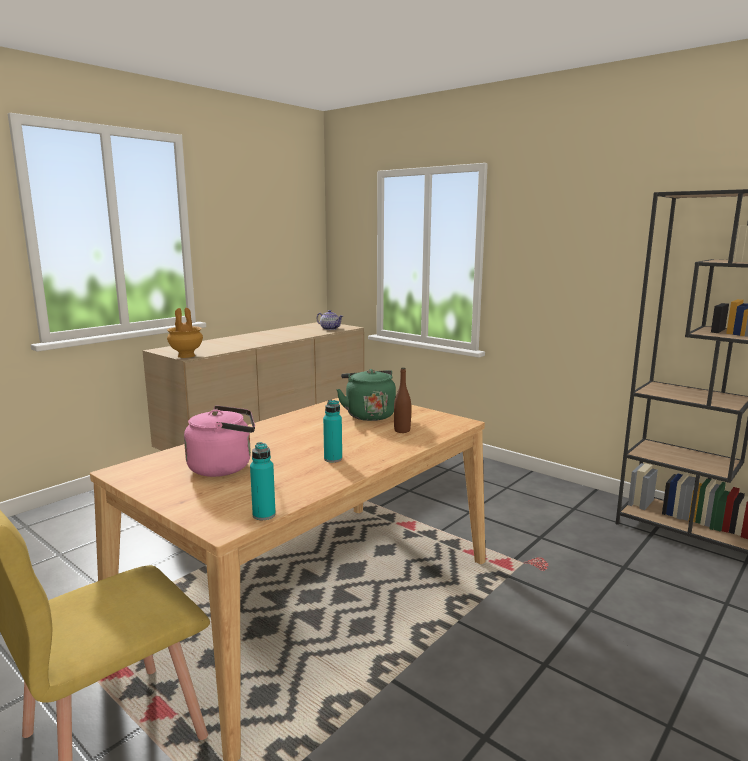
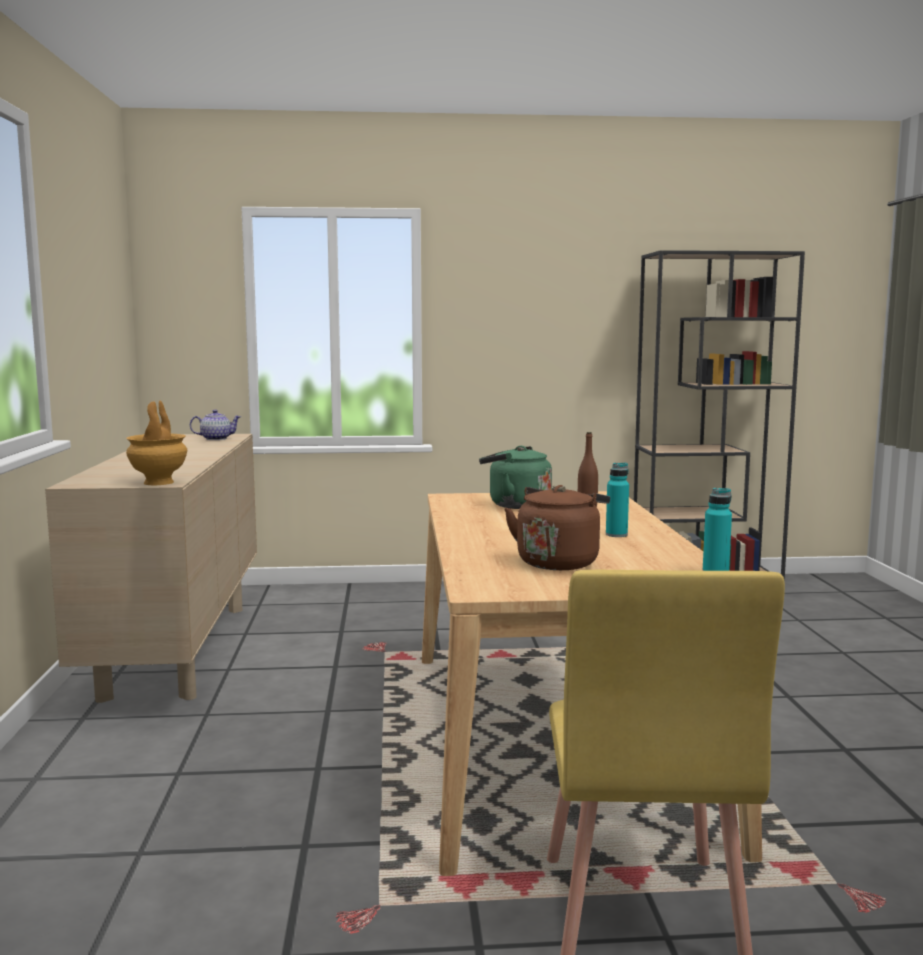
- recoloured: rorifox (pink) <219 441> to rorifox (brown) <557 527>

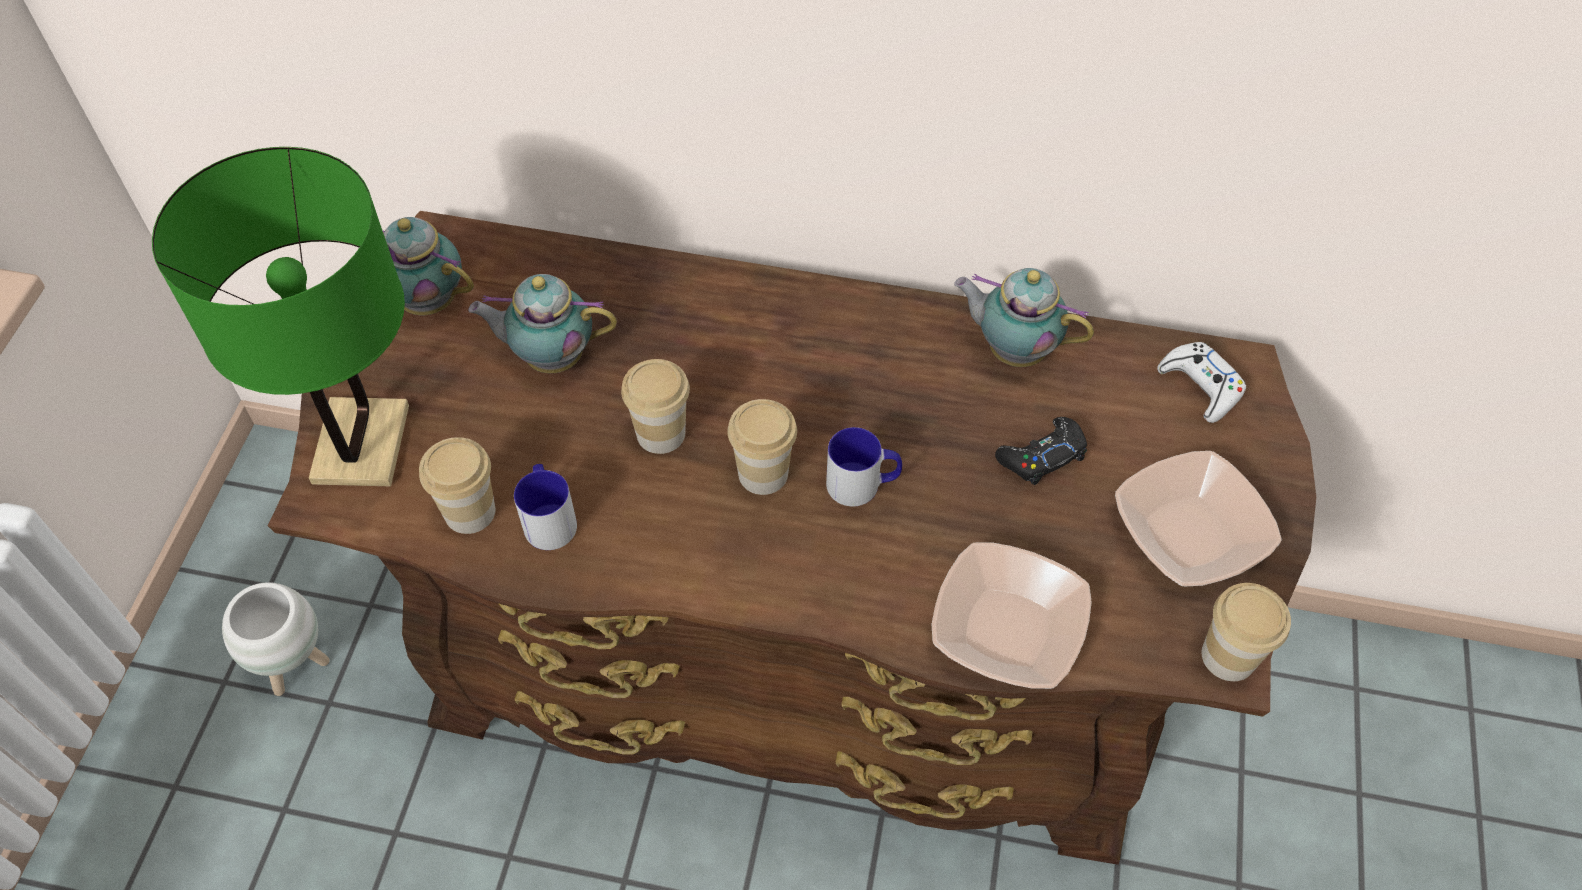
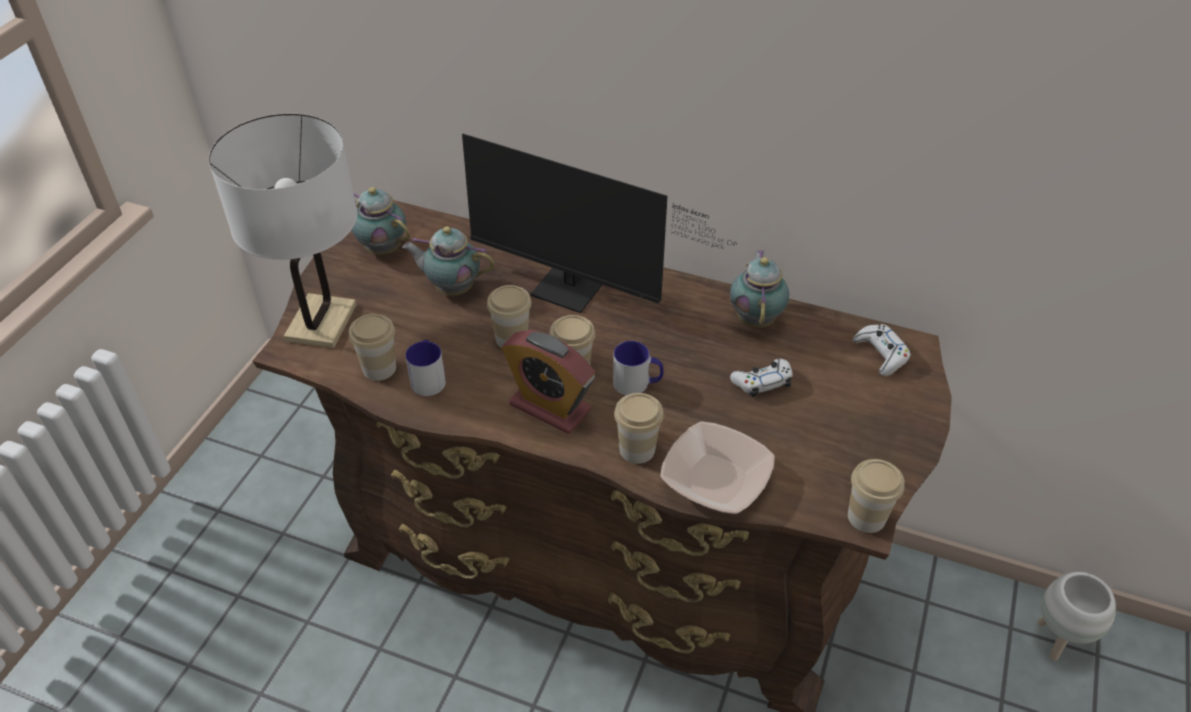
- removed: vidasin <1198 518>
- added: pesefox <598 223>
- added: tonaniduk <548 382>
- added: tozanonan <639 428>
- moved: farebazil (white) <276 639> to <1076 616>
- recoloured: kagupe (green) <280 316> to kagupe (white) <283 231>
- recoloured: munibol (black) <1041 451> to munibol (white) <761 378>
- turned: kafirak <1024 317> = <759 288> 60 degrees clockwise

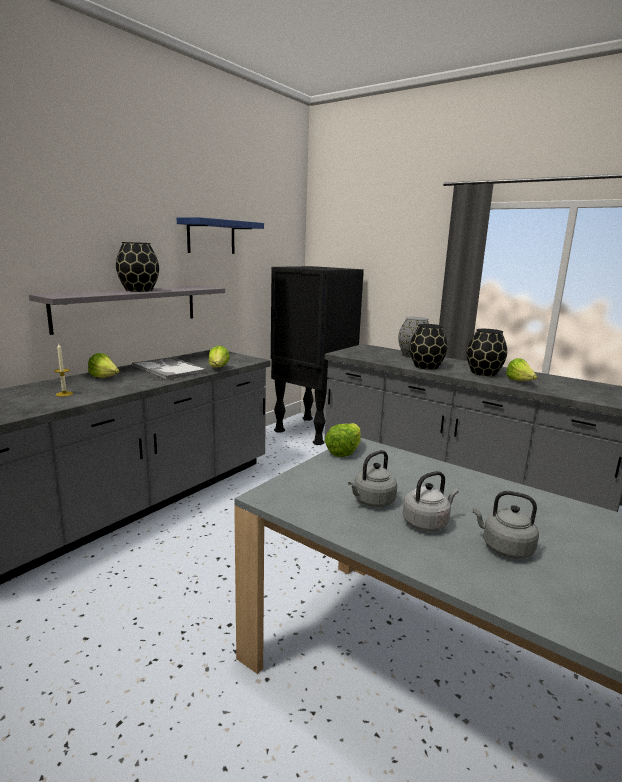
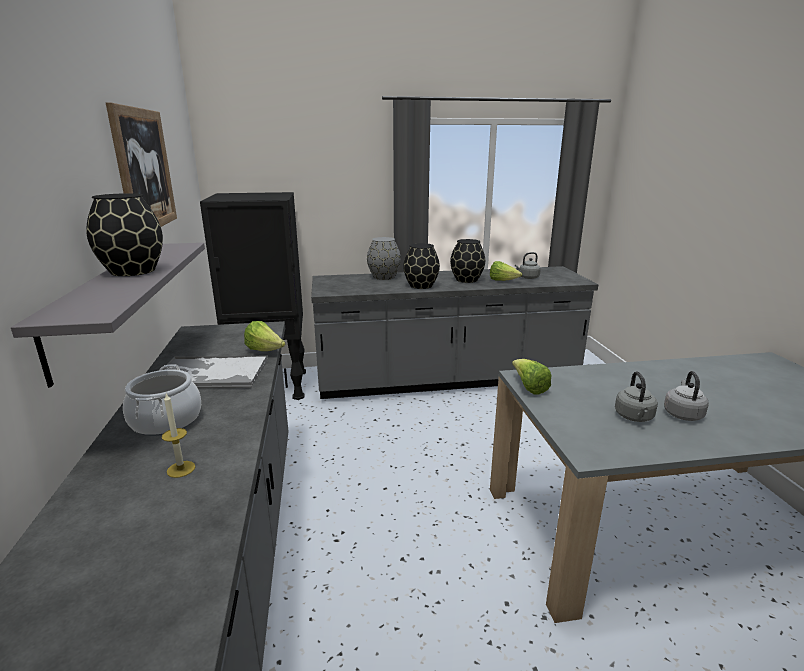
- moved: rorifox (grey) <506 525> to <528 265>
- replaced: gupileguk <103 365> to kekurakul <162 400>
- replaced: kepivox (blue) <220 235> to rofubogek <141 165>

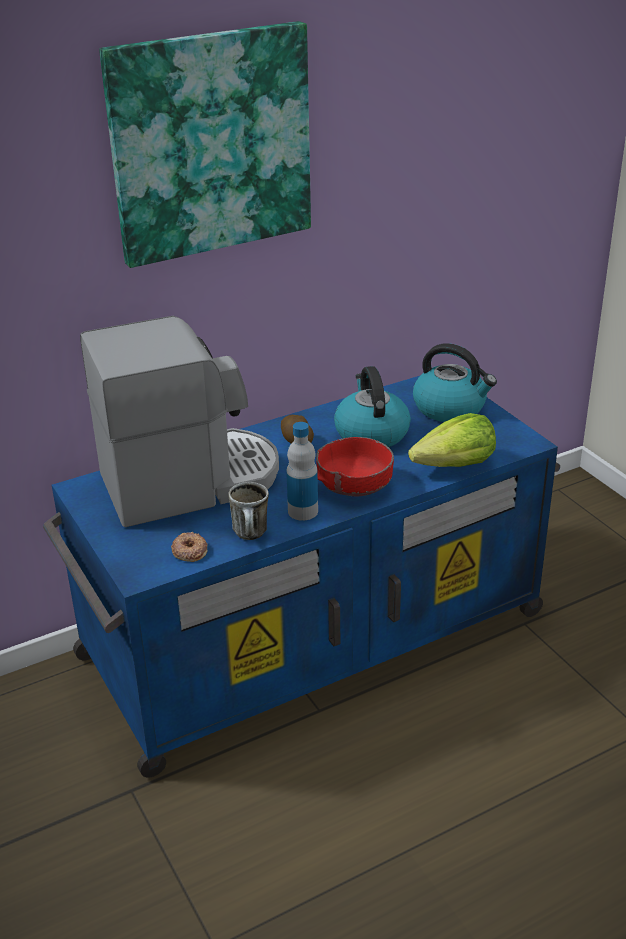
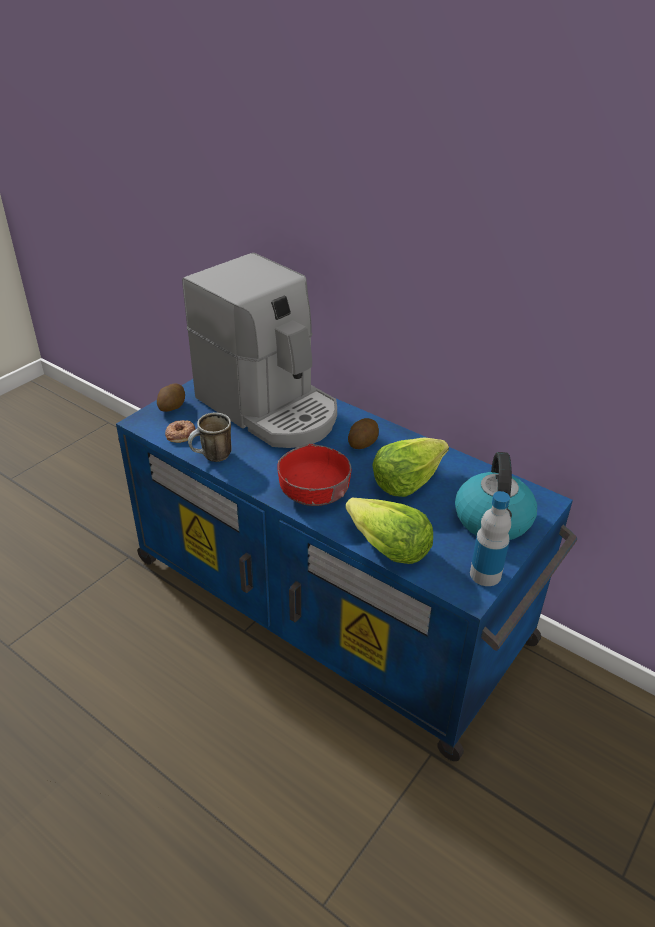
- removed: rofubogek <205 144>
- added: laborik <171 397>
- moved: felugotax <302 471> to <490 538>
- replaced: rorifox <372 406> to gupileguk <411 467>

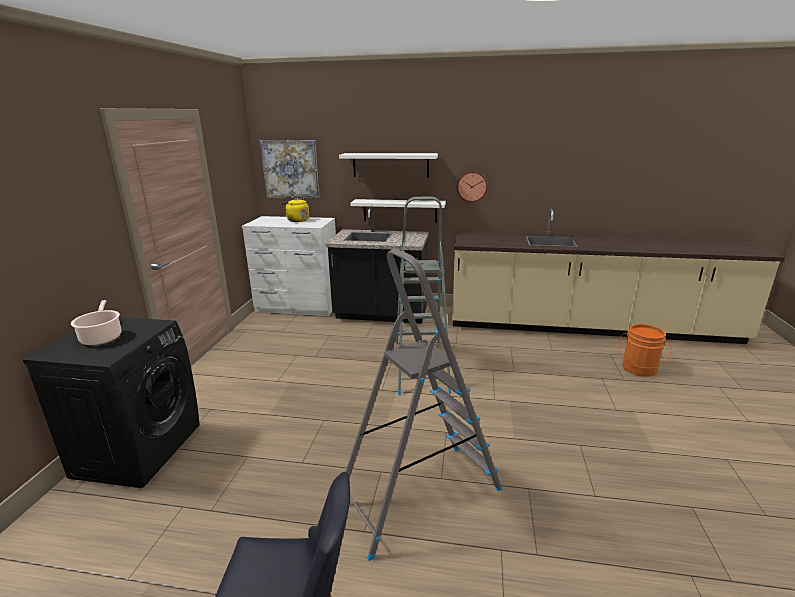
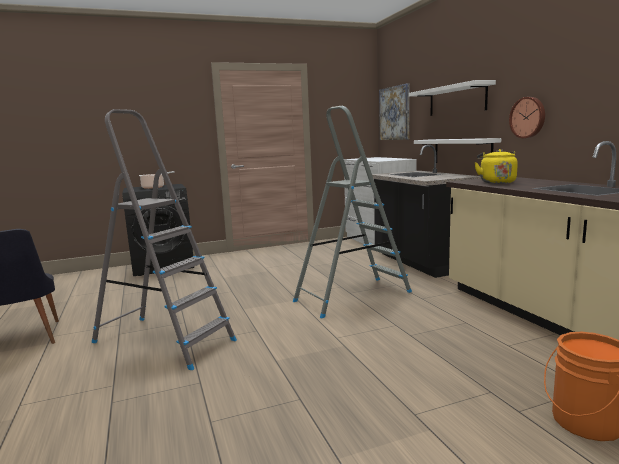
- moved: rorifox (yellow) <295 210> to <496 166>

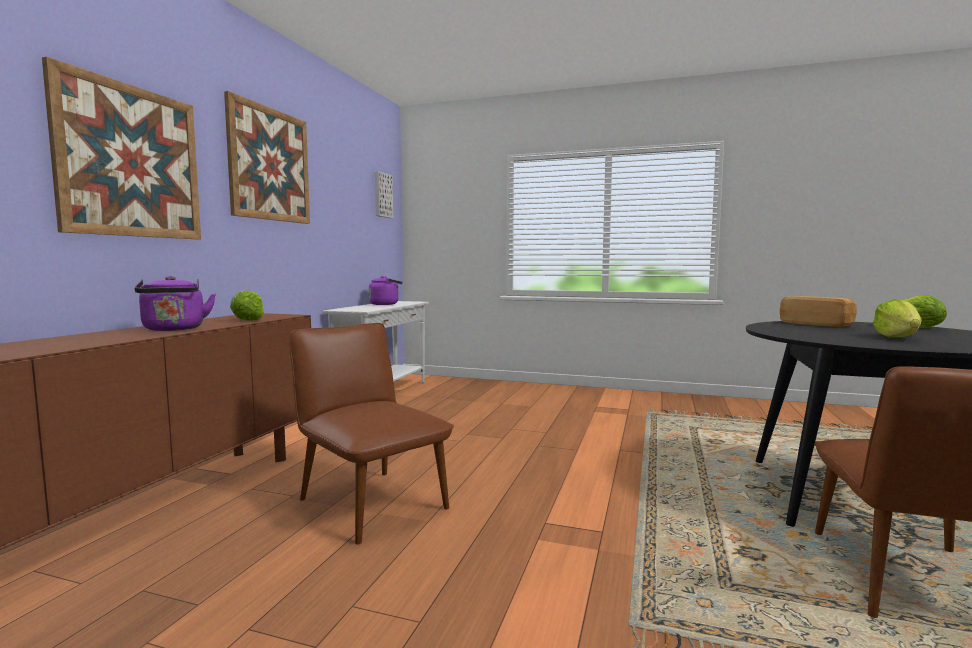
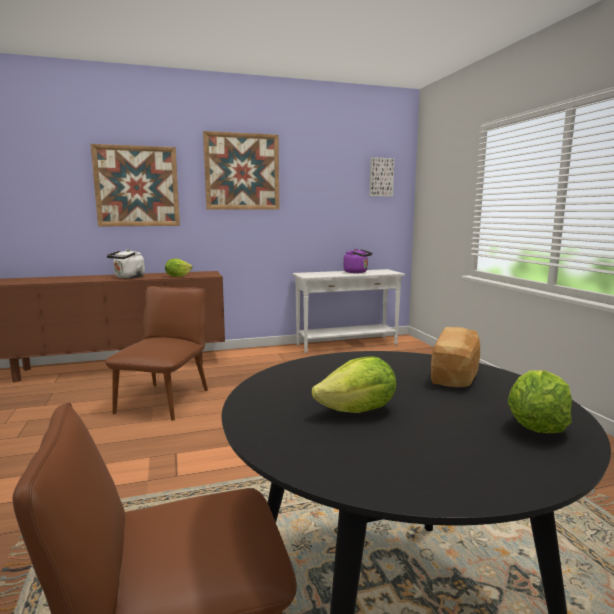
- recoloured: rorifox (purple) <175 303> to rorifox (white) <126 263>

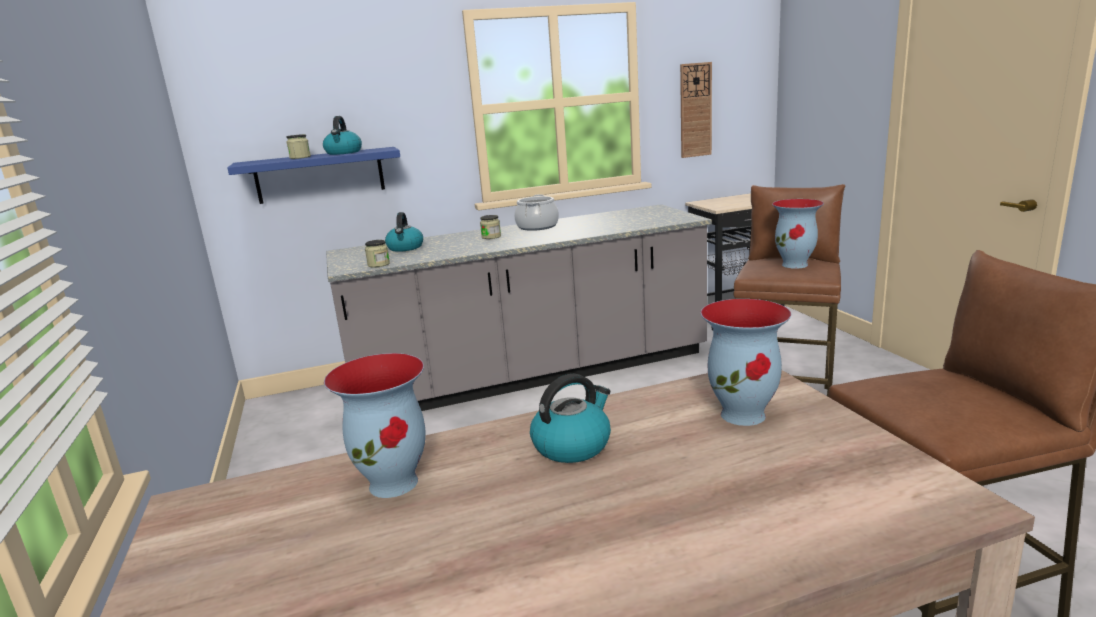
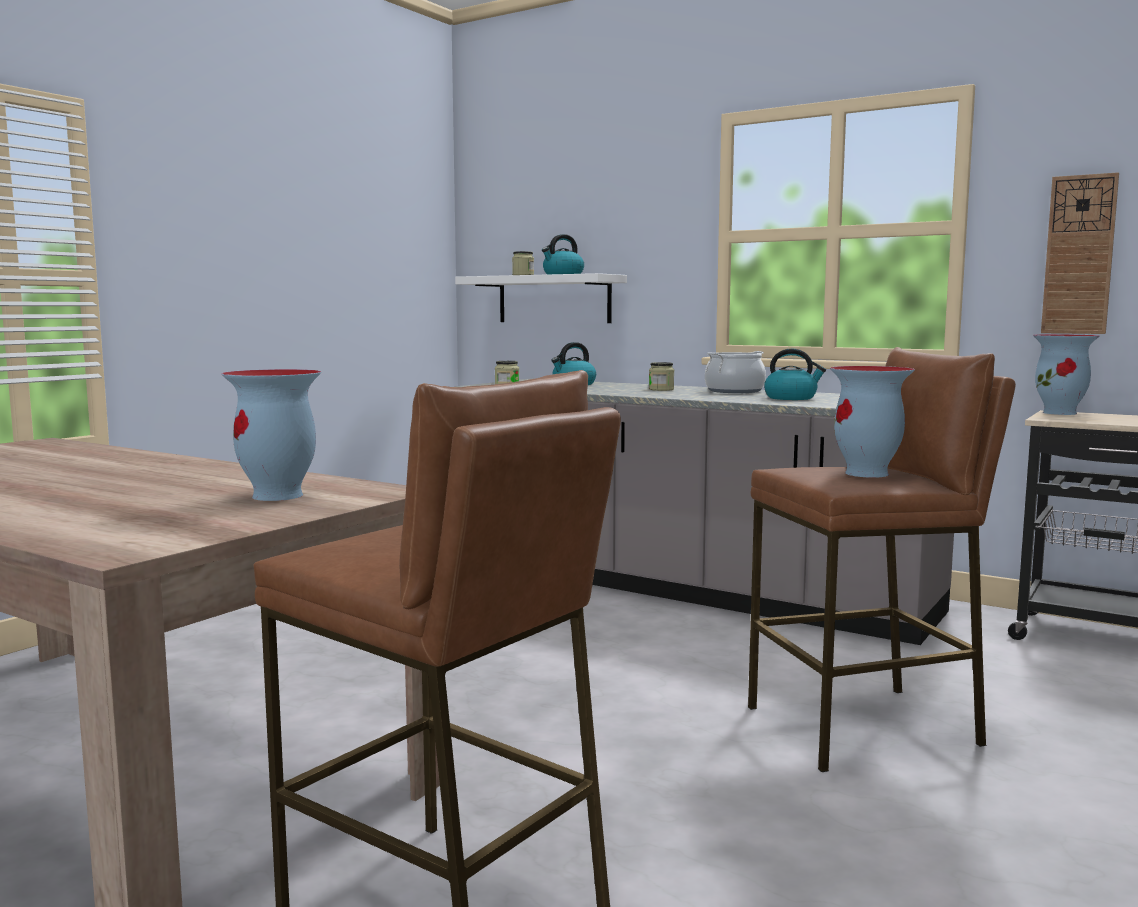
- moved: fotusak <375 425> to <1066 374>
- moved: rorifox <570 418> to <795 374>
- recoloured: kepivox (blue) <313 175> to kepivox (white) <541 298>

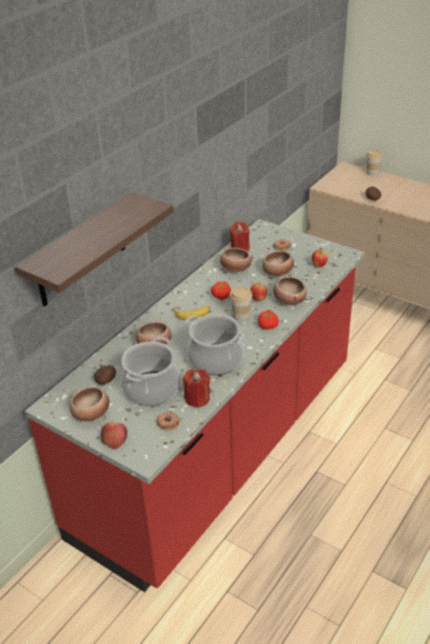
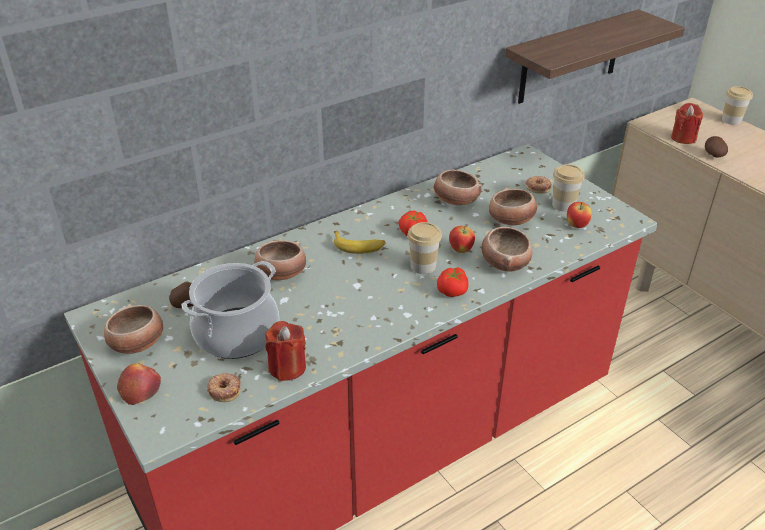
- removed: kekurakul <215 344>
- added: tozanonan <568 188>
- moved: kepivox <94 249> to <595 56>
- moved: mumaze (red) <239 236> to <687 123>

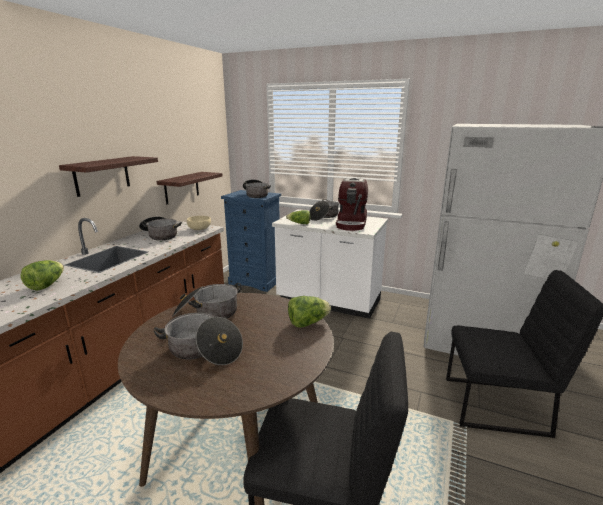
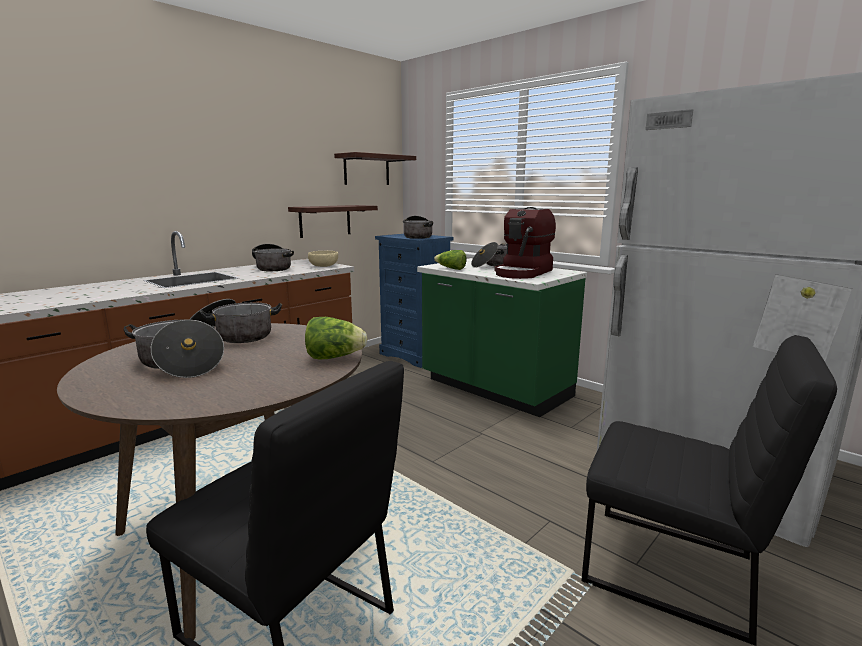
- removed: gupileguk <42 275>
- moved: kepivox <108 176> to <375 168>
- recoloured: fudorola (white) <330 264> to fudorola (green) <502 337>

